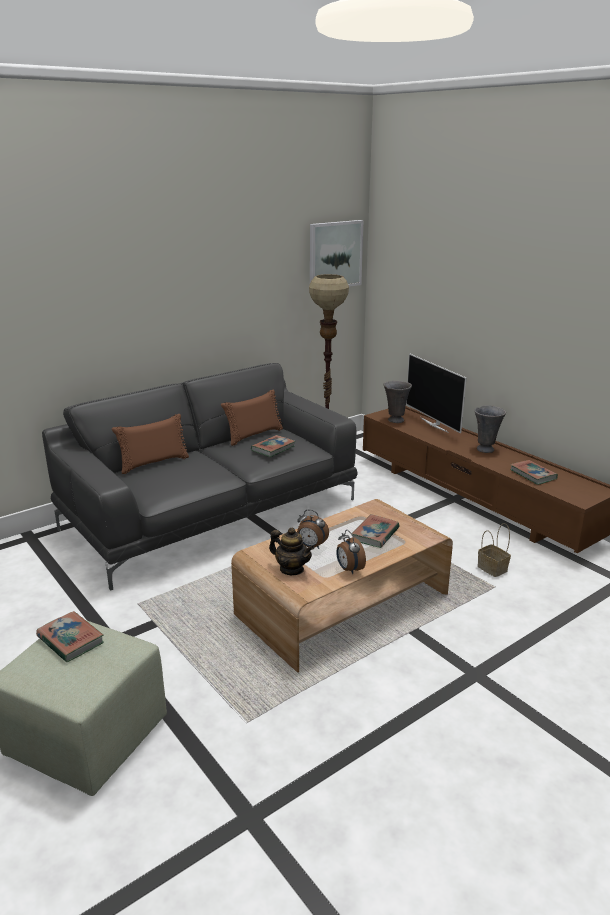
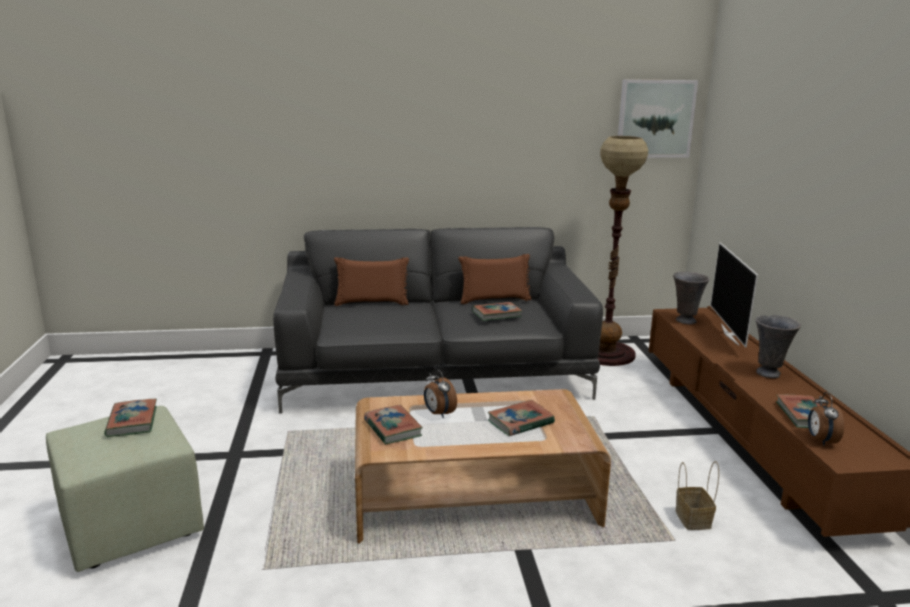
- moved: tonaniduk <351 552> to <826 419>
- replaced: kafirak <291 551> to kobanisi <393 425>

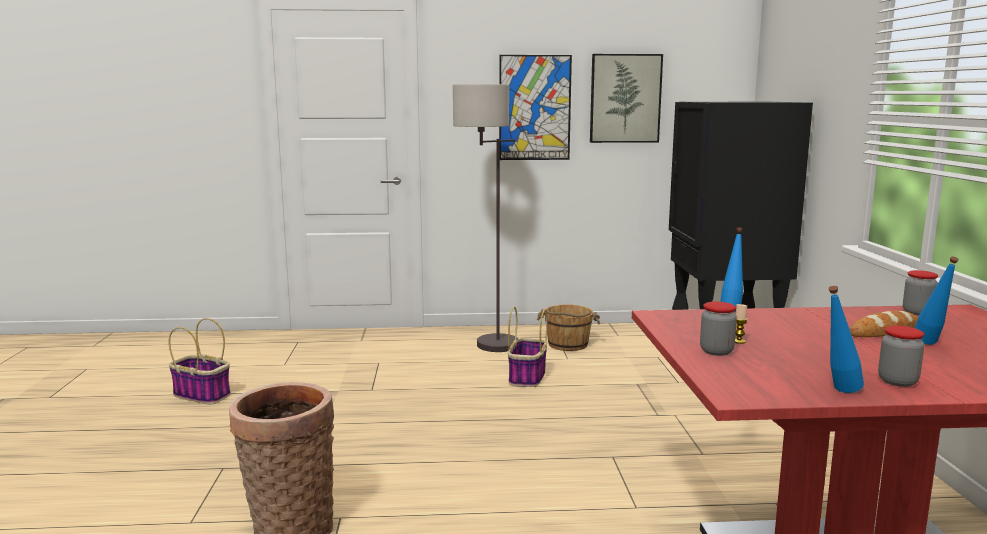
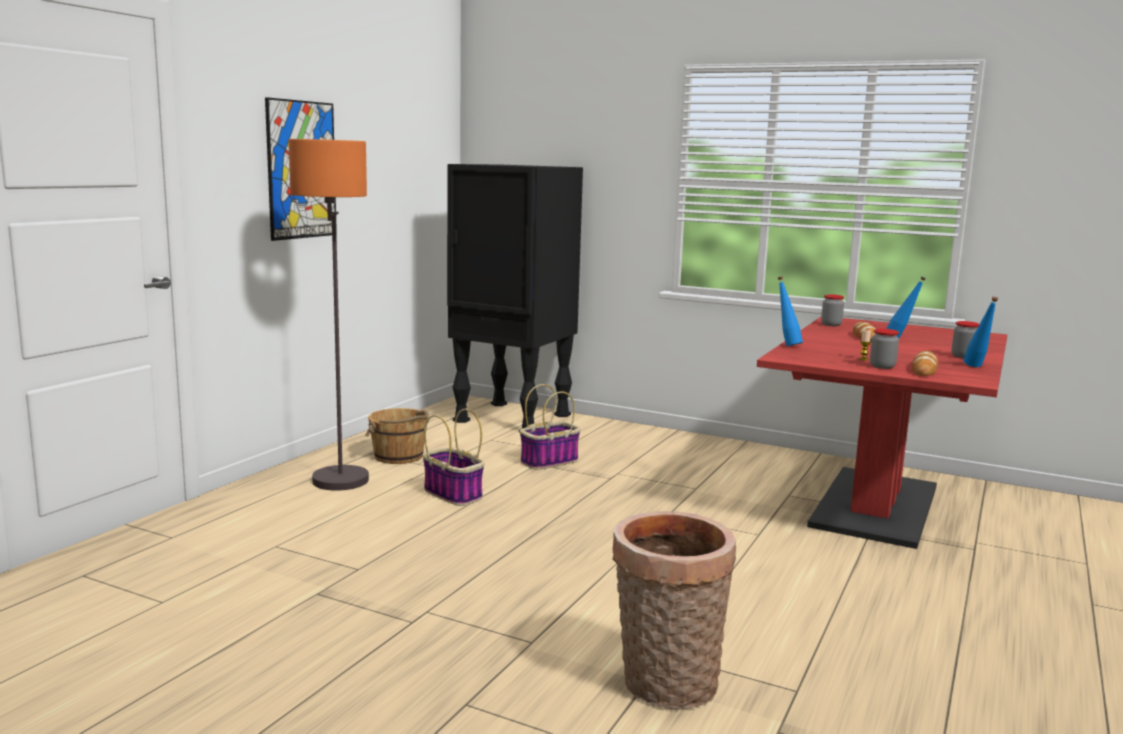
- removed: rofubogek <626 98>
- added: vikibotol <925 363>
- moved: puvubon <200 361> to <550 427>
- recoloured: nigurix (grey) <485 218> to nigurix (orange) <329 315>

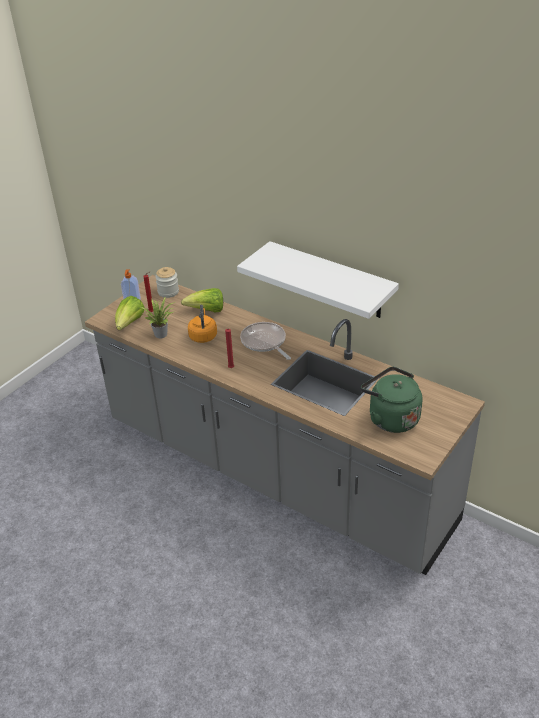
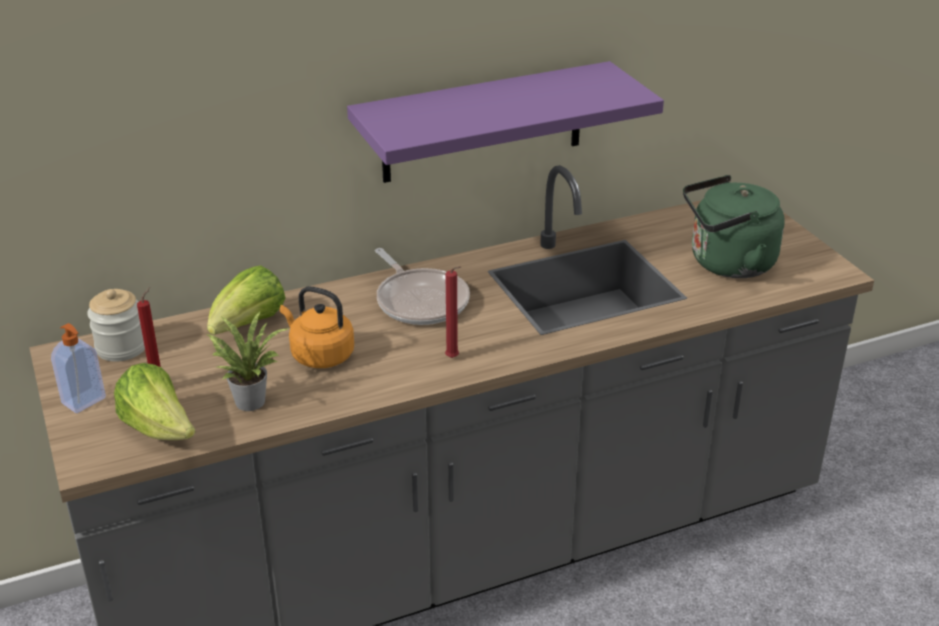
- recoloured: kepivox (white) <318 280> to kepivox (purple) <505 122>
- turned: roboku <265 341> = <422 286> 120 degrees counterclockwise

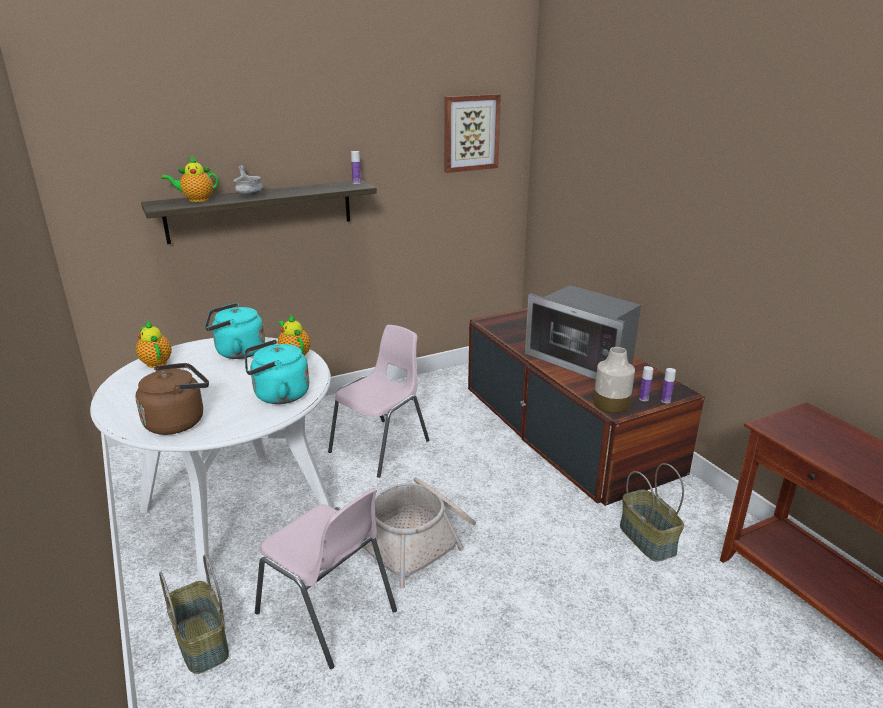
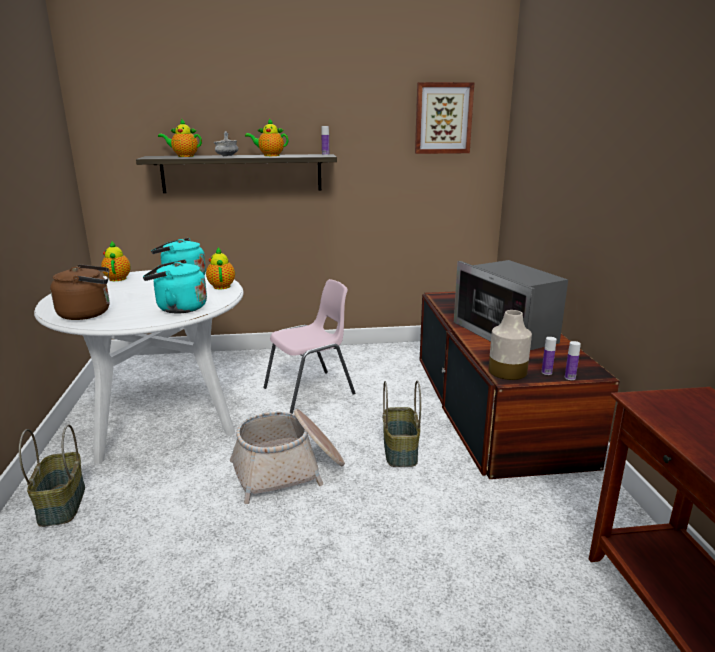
- removed: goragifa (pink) <326 578>
- added: kafirak <267 137>
- moved: puvubon <652 512> to <401 423>

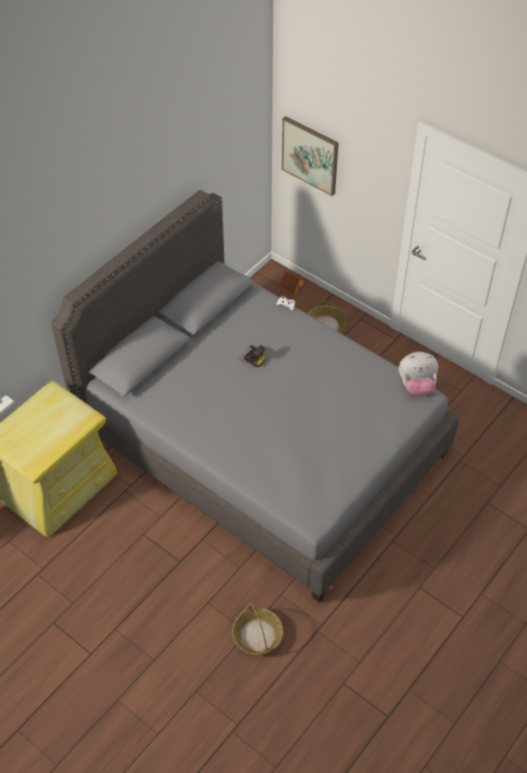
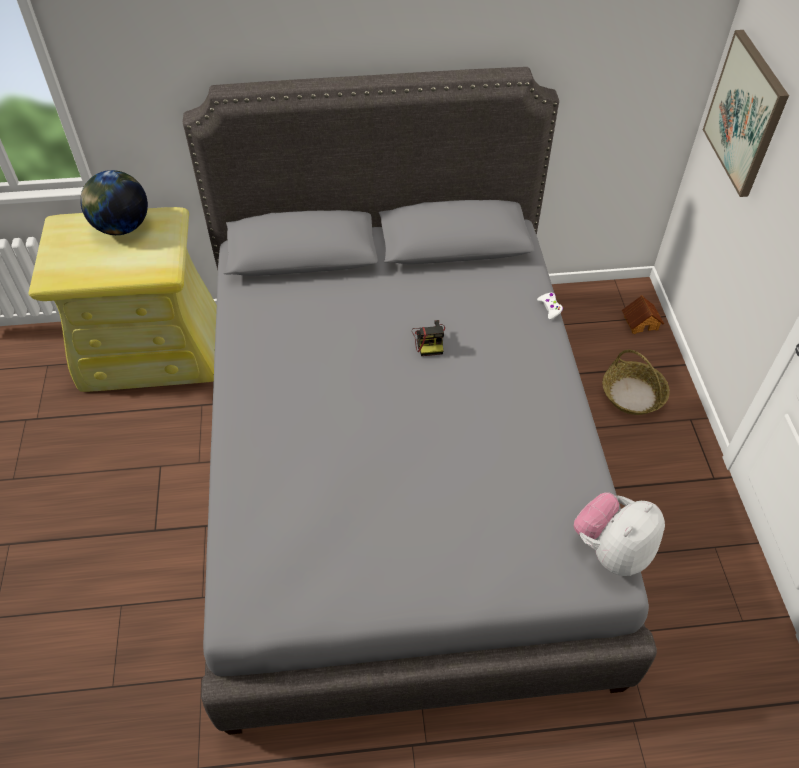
- removed: puvubon <257 629>
- added: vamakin <114 202>
- turned: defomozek <418 374> = <619 534> 90 degrees clockwise

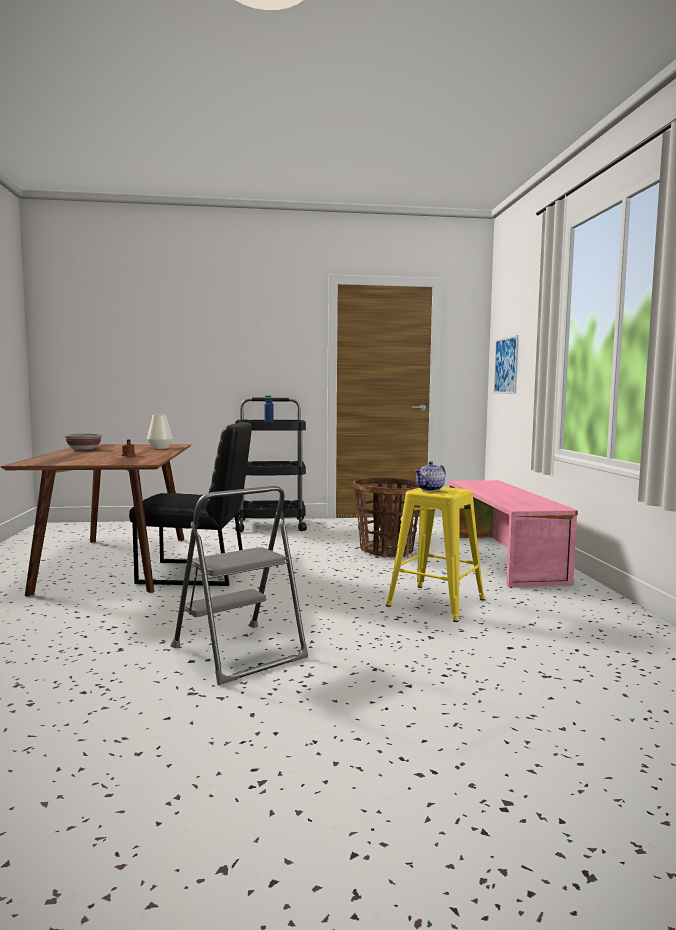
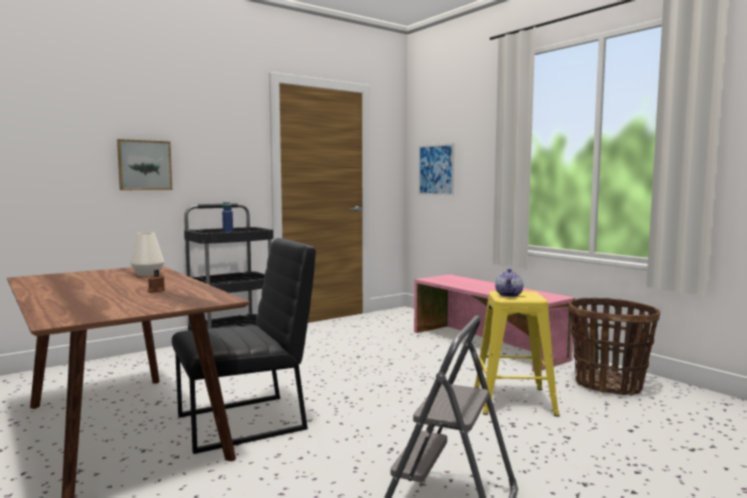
- removed: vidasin <83 442>
- added: rofubogek <144 164>
- moved: puvubon <386 517> to <614 347>

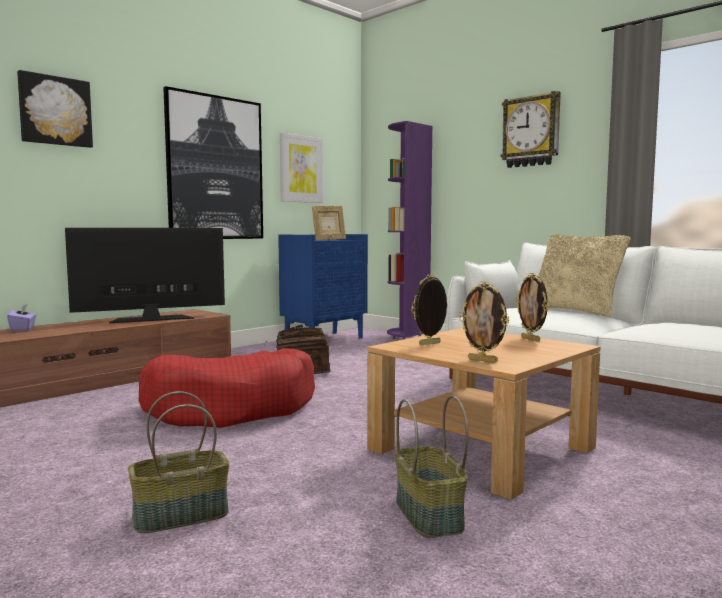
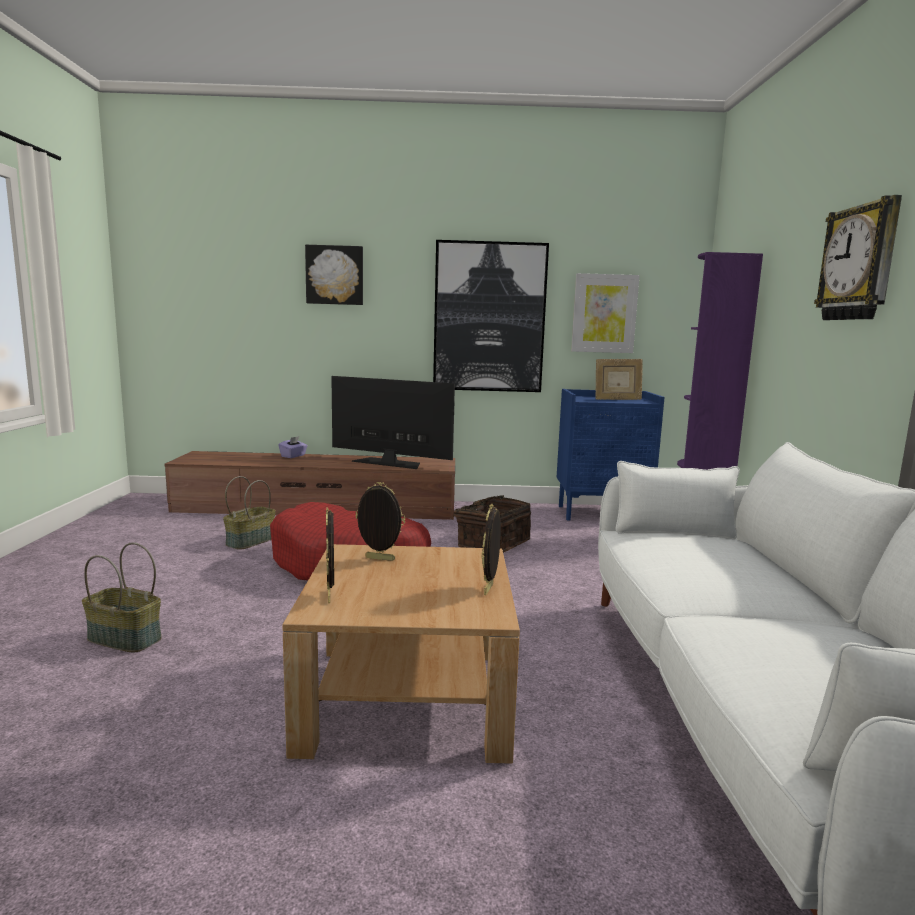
- removed: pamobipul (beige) <584 275>
- moved: puvubon <432 466> to <249 513>

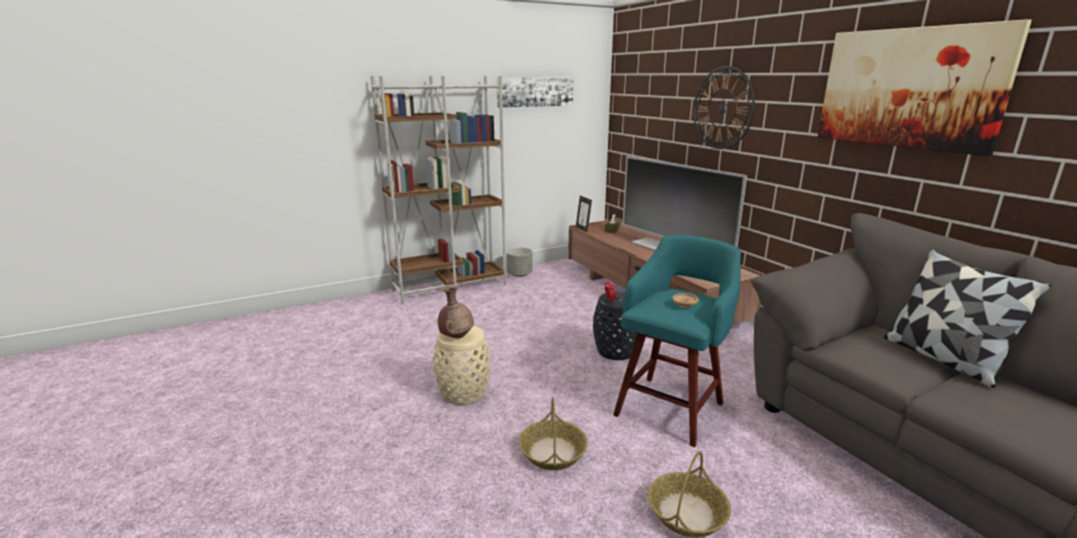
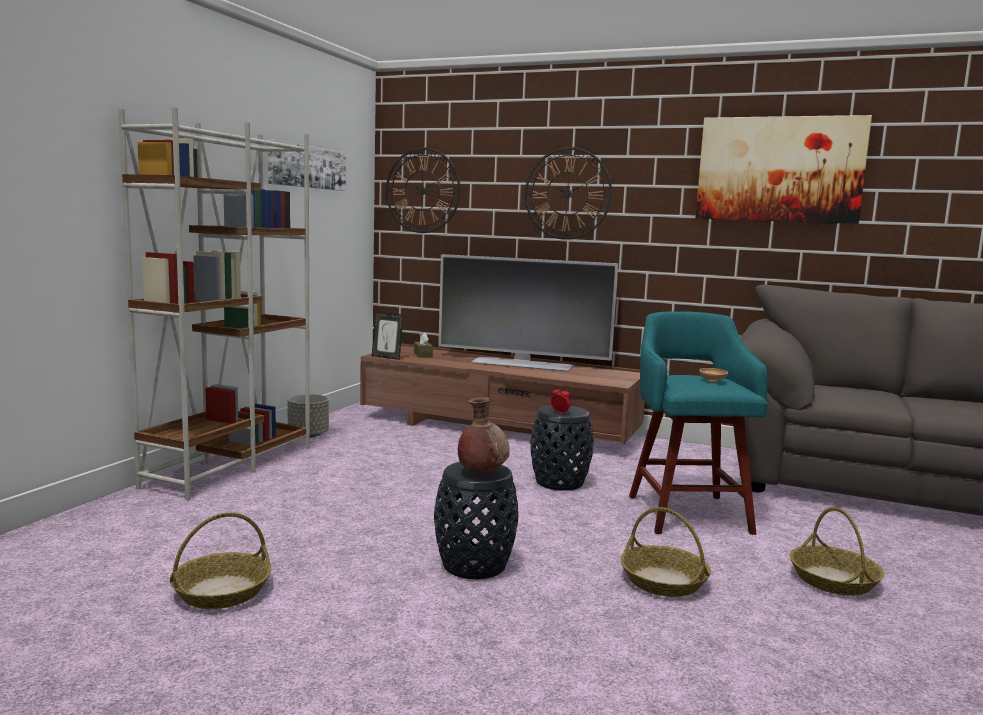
- removed: pamobipul <968 318>
- added: puvubon <220 560>
- added: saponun <423 190>
- recoloured: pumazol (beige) <462 365> to pumazol (black) <476 520>

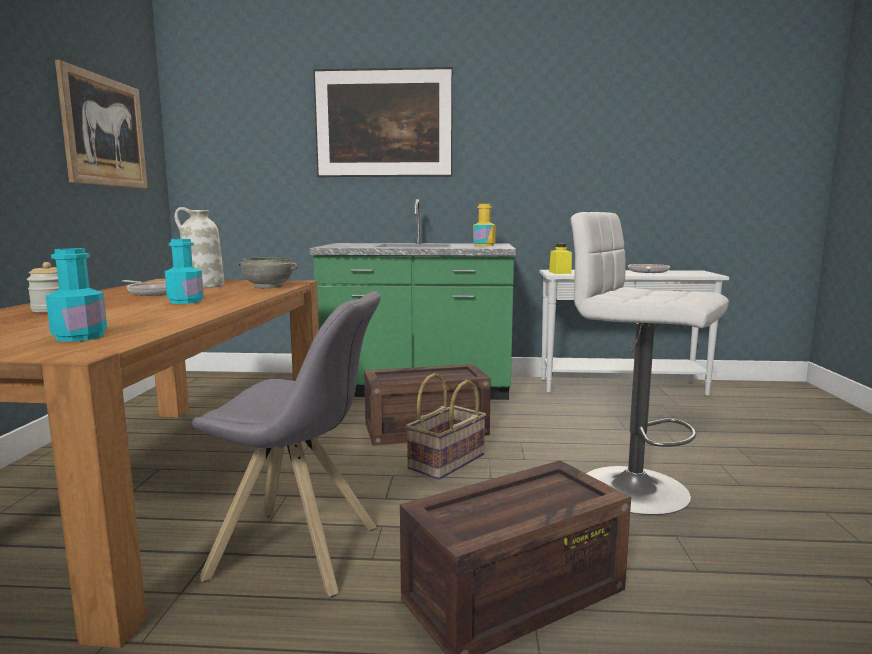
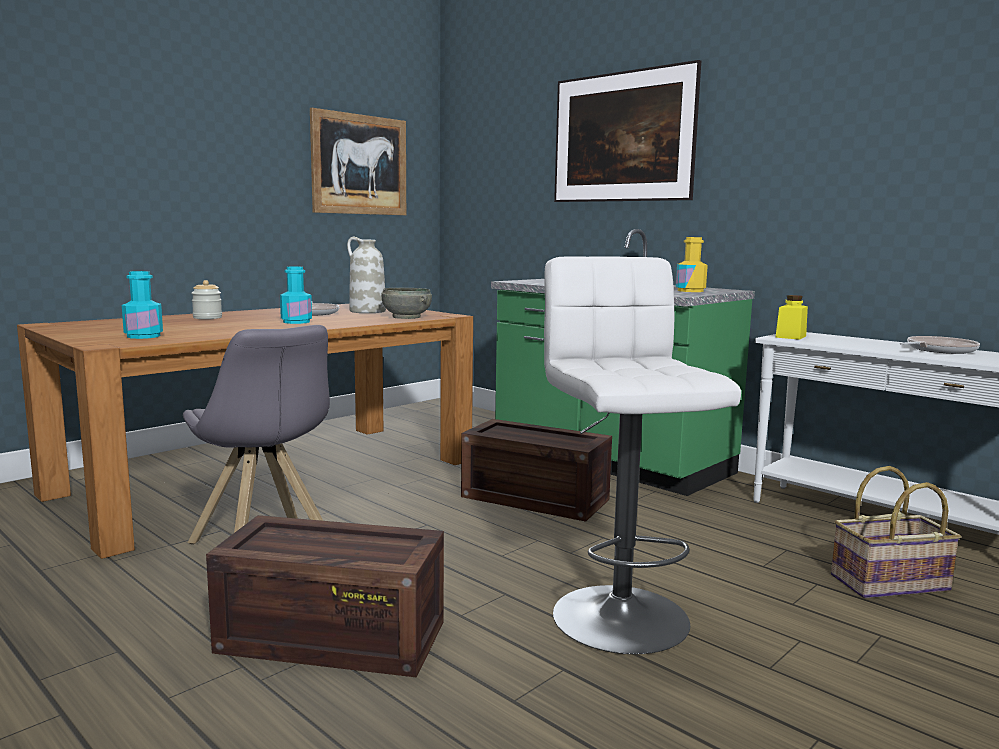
- moved: puvubon <446 426> to <896 532>

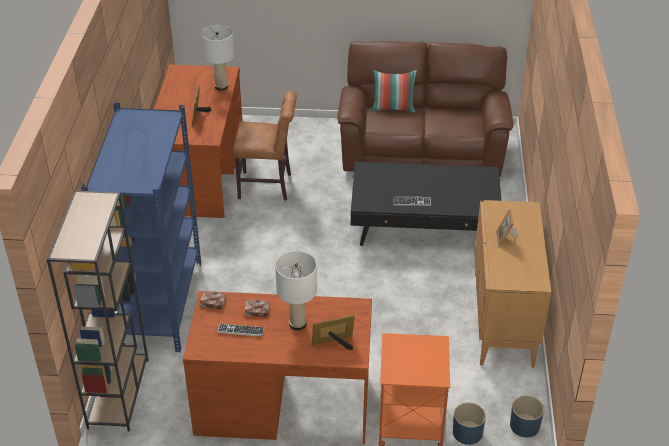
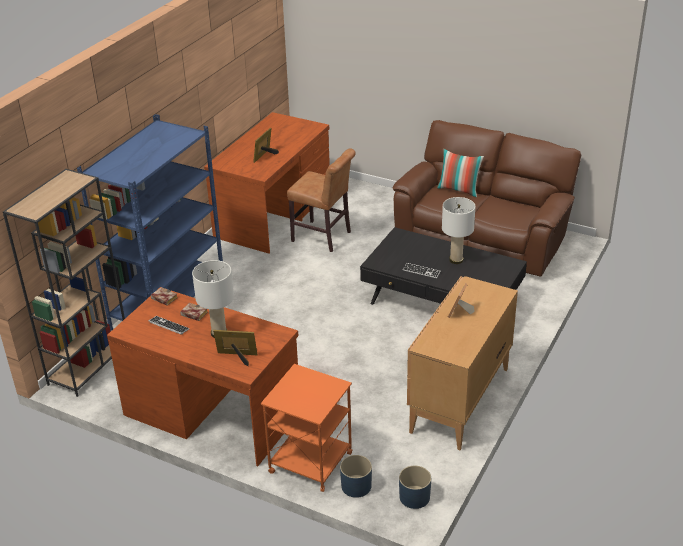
- moved: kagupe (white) <217 58> to <458 230>

